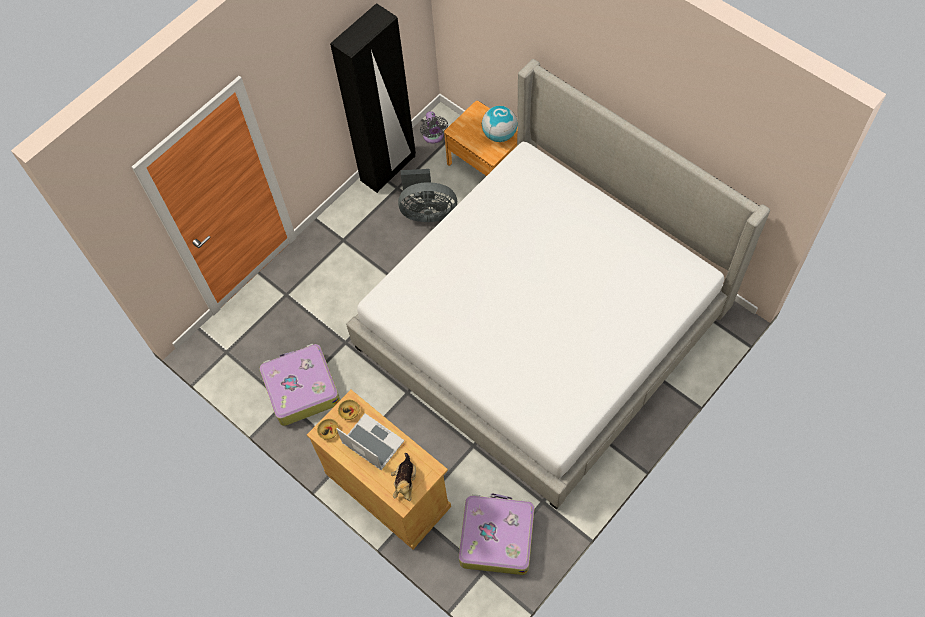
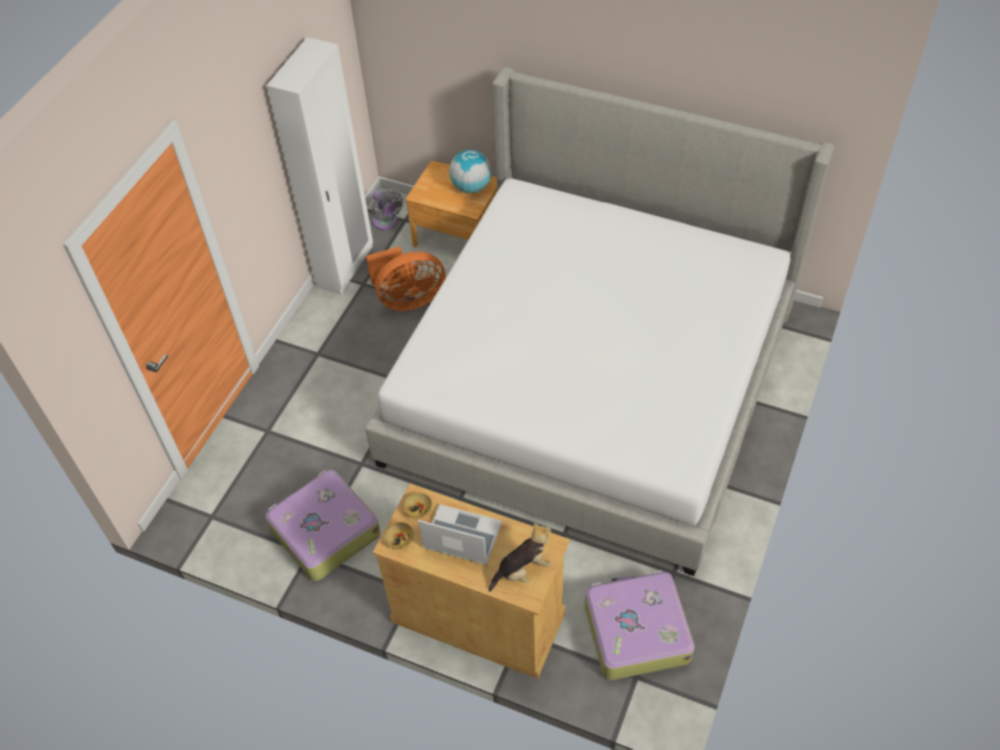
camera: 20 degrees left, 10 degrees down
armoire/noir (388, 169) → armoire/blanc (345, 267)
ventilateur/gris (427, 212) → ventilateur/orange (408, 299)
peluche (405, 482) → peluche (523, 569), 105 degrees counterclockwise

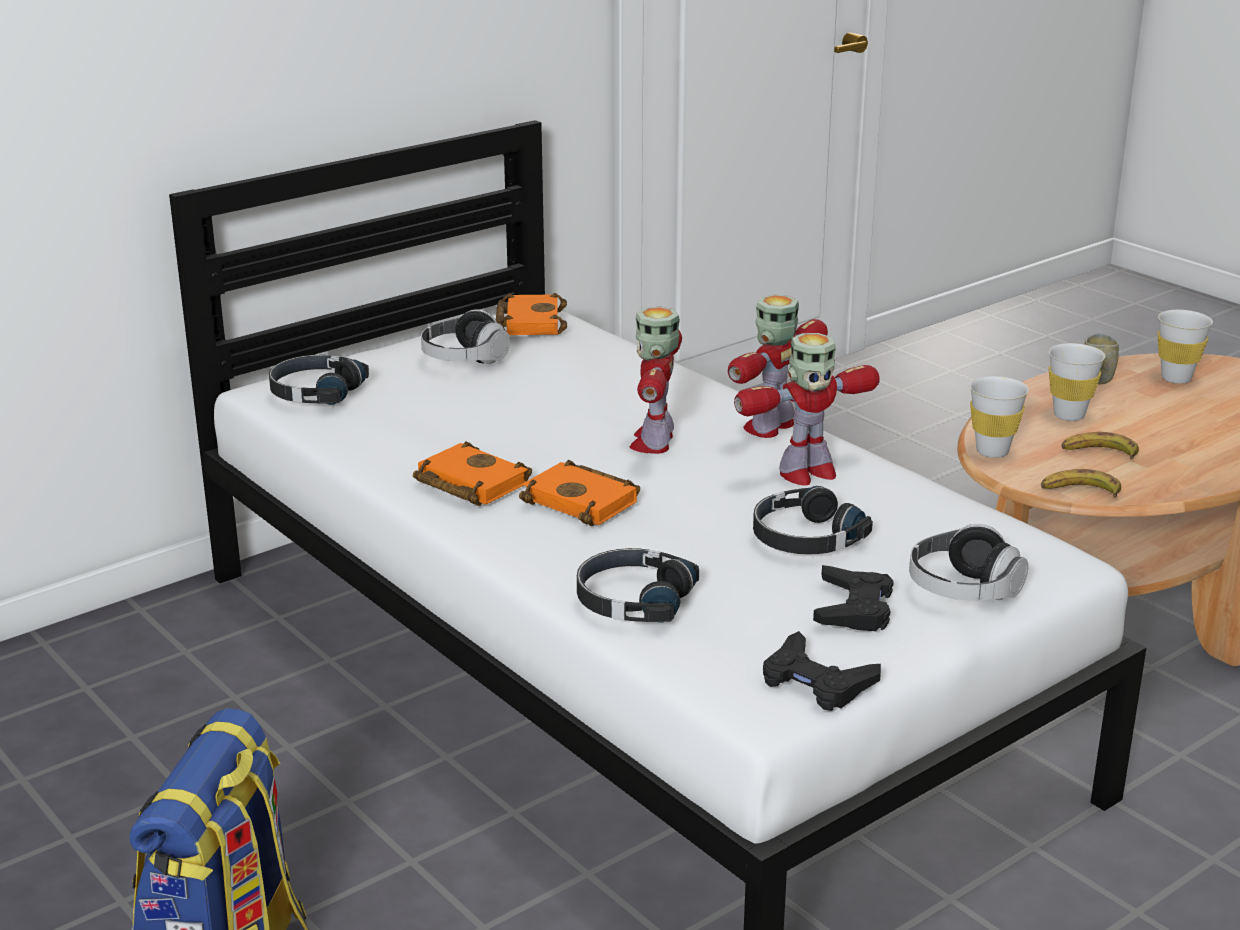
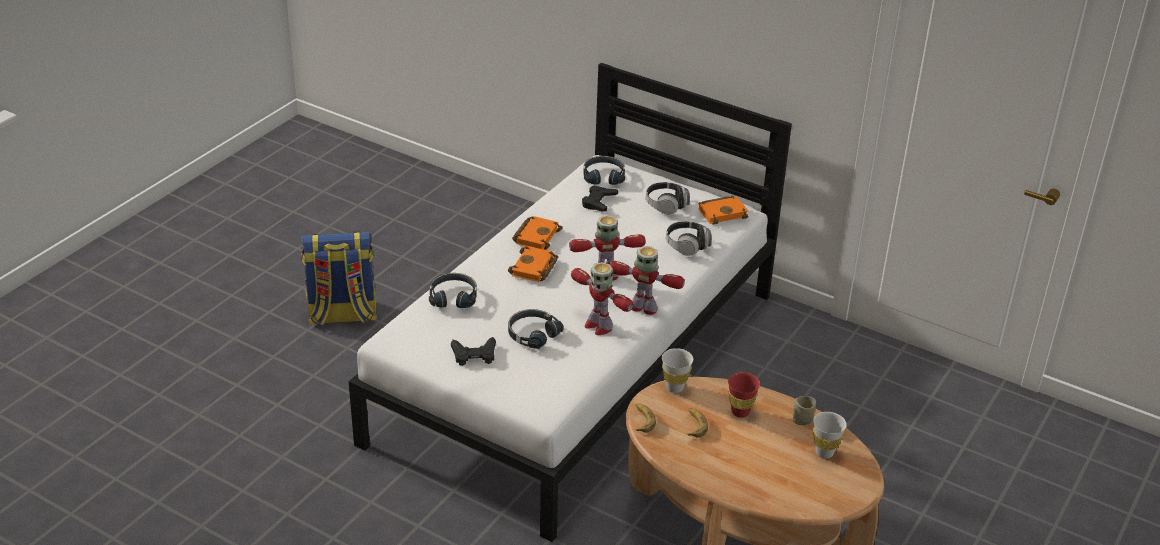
camera: 70 degrees right, 10 degrees up
manette/noir (816, 682) → manette/noir (599, 202), shifted
casque audio (963, 590) → casque audio (687, 246), shifted
tasse/blanc (1069, 415) → tasse/rouge (740, 412)

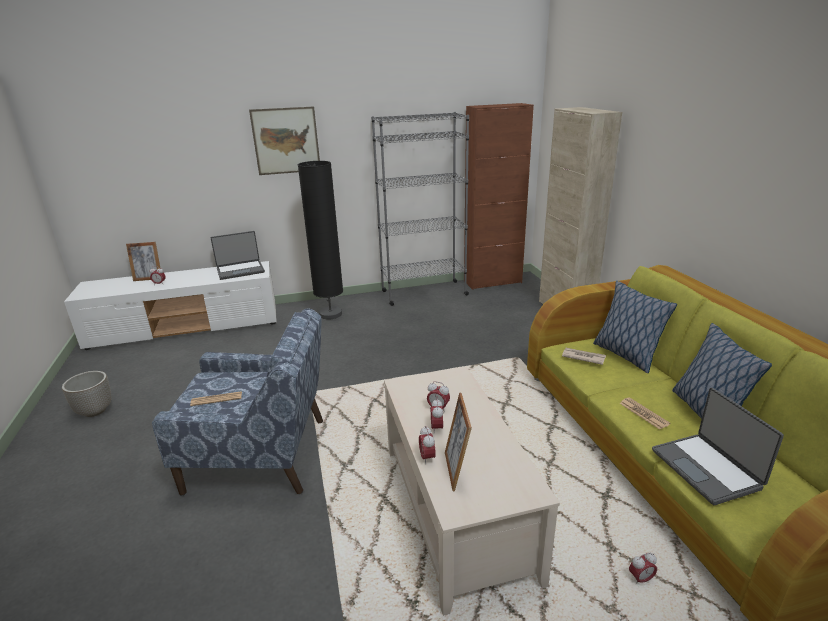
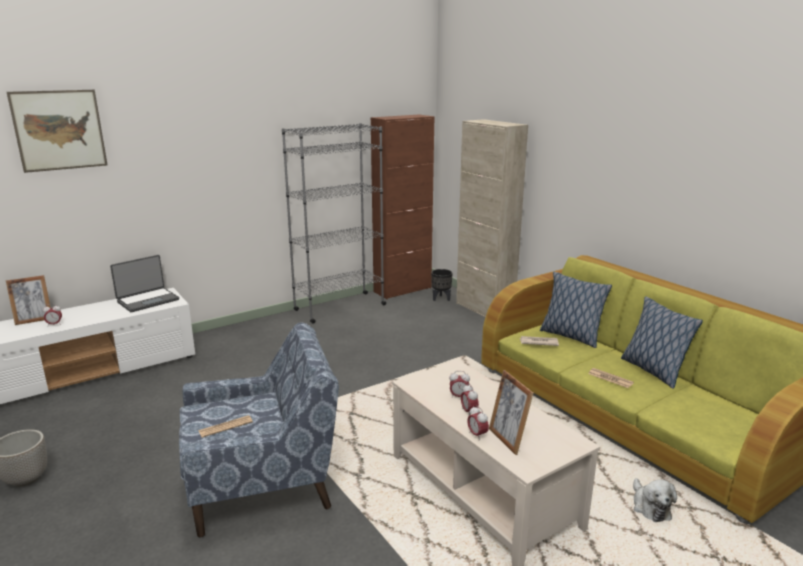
camera: 20 degrees left, 5 degrees down
lampadaire/noir (330, 314) → -
ordinateur portable (707, 468) → -
- → cache-pot/noir (441, 298)
tableau (286, 141) → tableau (59, 130), shifted
réveil (640, 579) → peluche (650, 507)

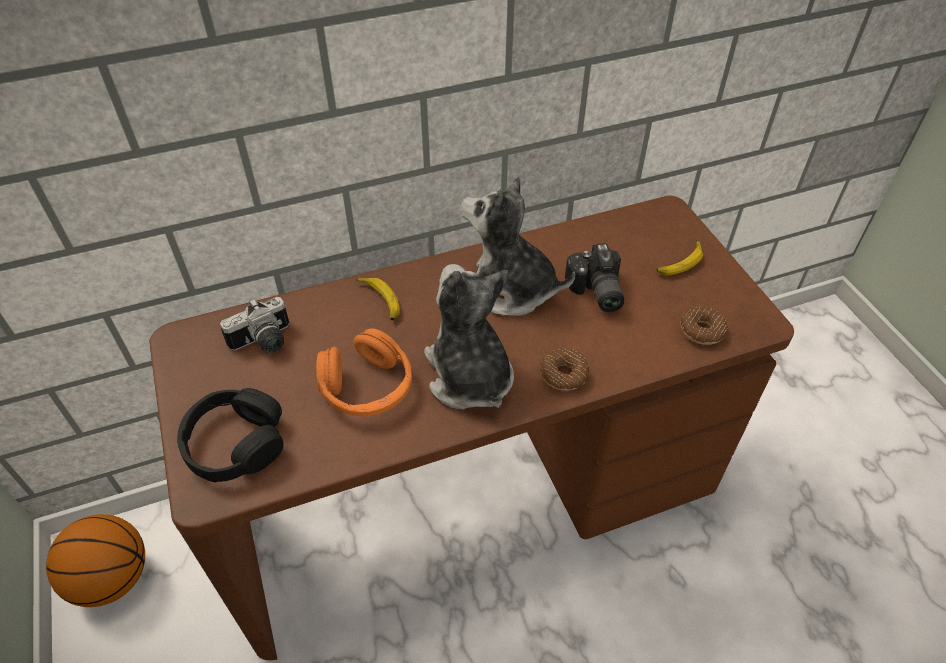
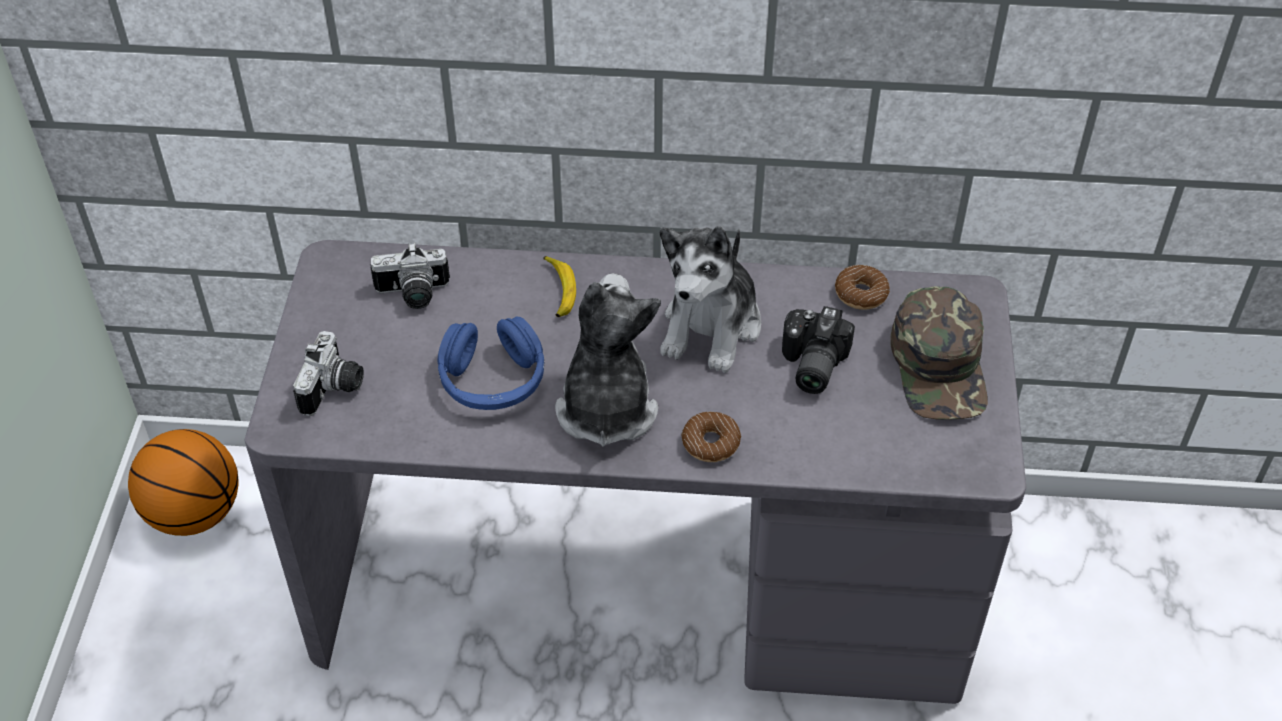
camera: 25 degrees right, 0 degrees up
beignet (701, 330) → beignet (861, 294), shifted
casque audio/noir (235, 443) → appareil photo (335, 389)
banane (680, 263) → casquette/vert (940, 366)
bureau/marron (472, 492) → bureau/gris (641, 580)
casque audio/orange (367, 387) → casque audio/bleu (493, 380)
peluche (509, 289) → peluche (711, 326), 120 degrees counterclockwise

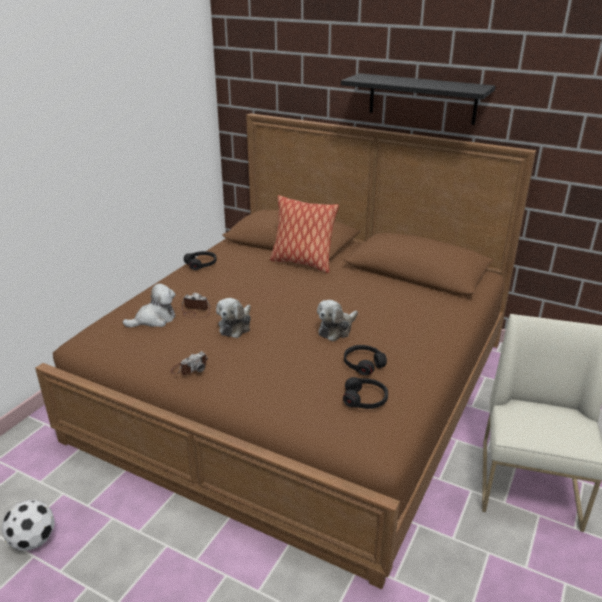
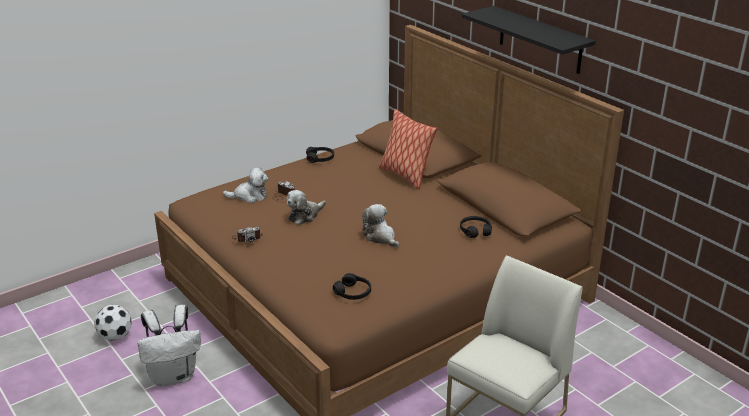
camera: 25 degrees right, 0 degrees up
- → sac à dos/blanc (174, 376)
casque audio/noir (363, 364) → casque audio/noir (475, 231), shifted
peluche (336, 329) → peluche (380, 237), 75 degrees clockwise

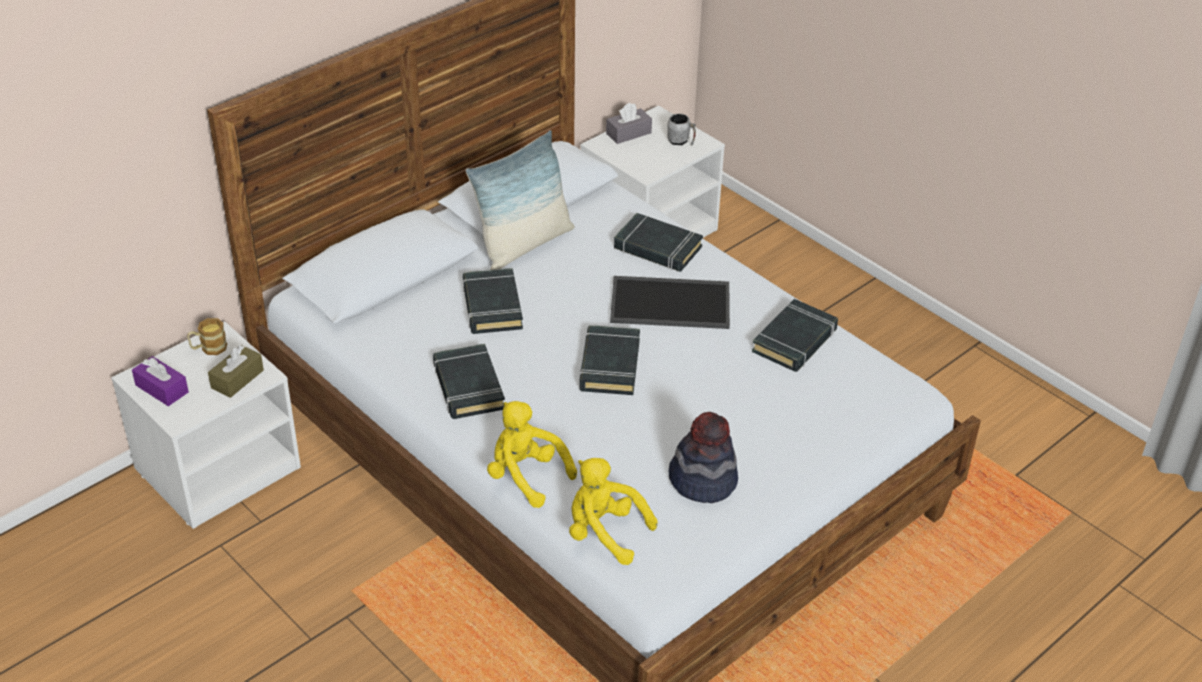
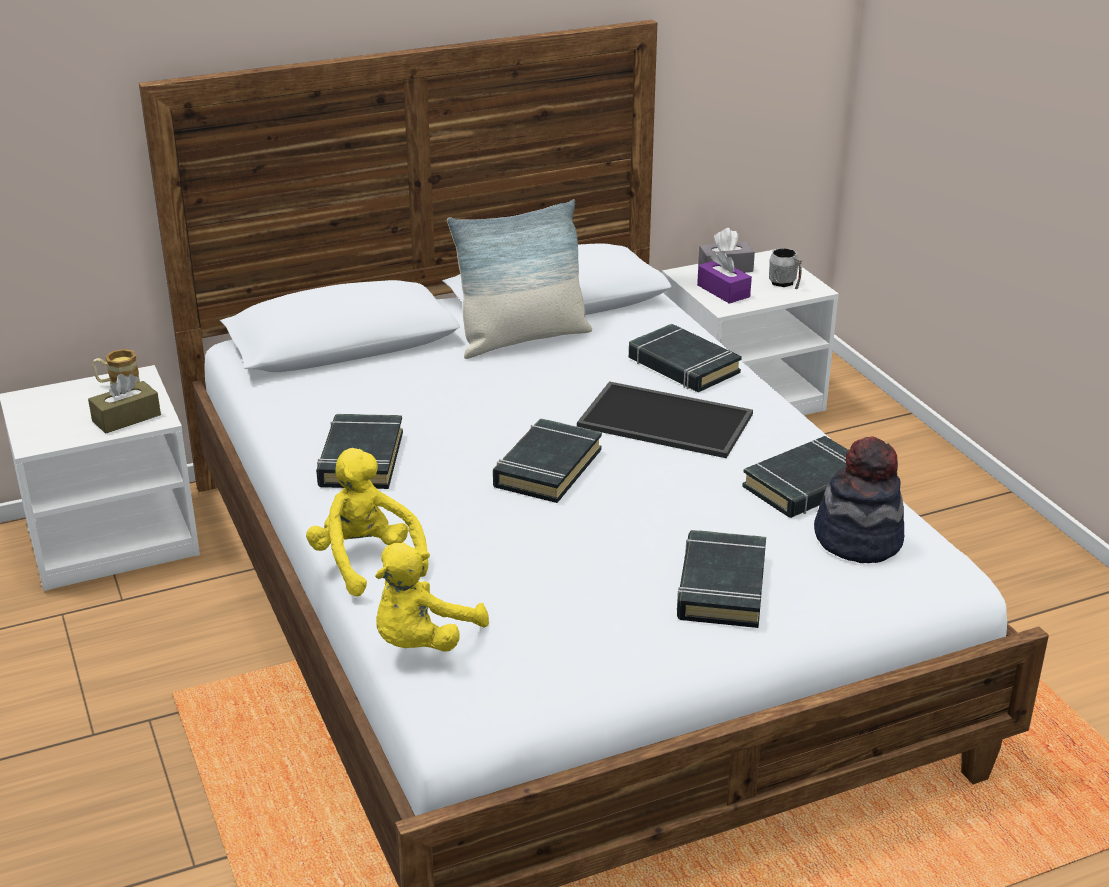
camera: 20 degrees right, 10 degrees down
boîte à mouchoirs/violet (162, 389) → boîte à mouchoirs/violet (723, 291), shifted
livre/noir (492, 306) → livre/noir (721, 587), shifted
chapeau (703, 480) → chapeau (858, 539), shifted
peluche/jaune (604, 533) → peluche/jaune (422, 642), 105 degrees counterclockwise

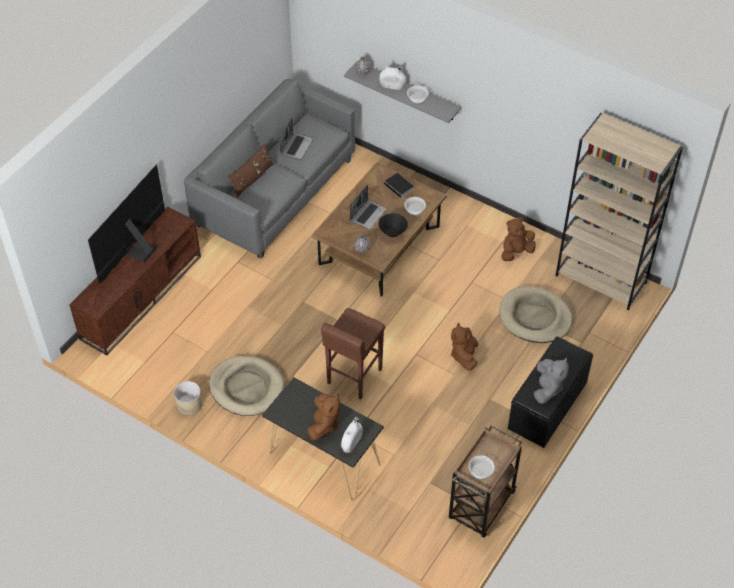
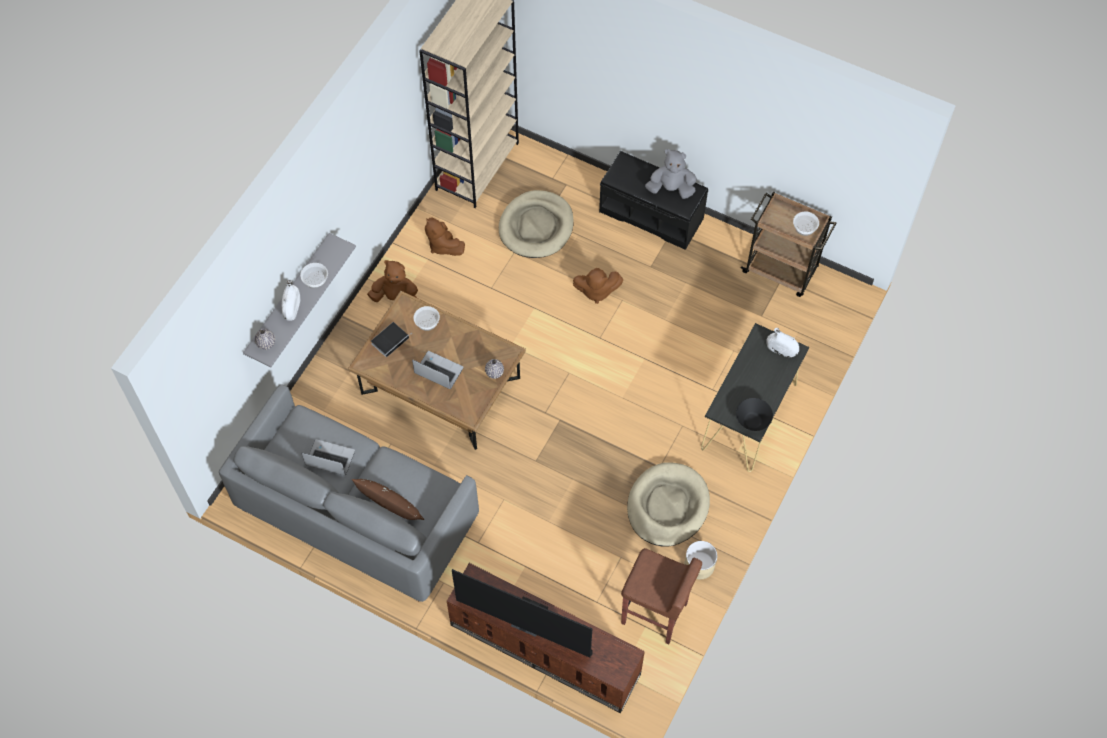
camera: 95 degrees left, 10 degrees up
peluche/marron (324, 424) → peluche/marron (395, 297), shifted
tabouret/marron (353, 376) → tabouret/marron (655, 615), shifted
bol/noir (392, 232) → bol/noir (752, 421), shifted

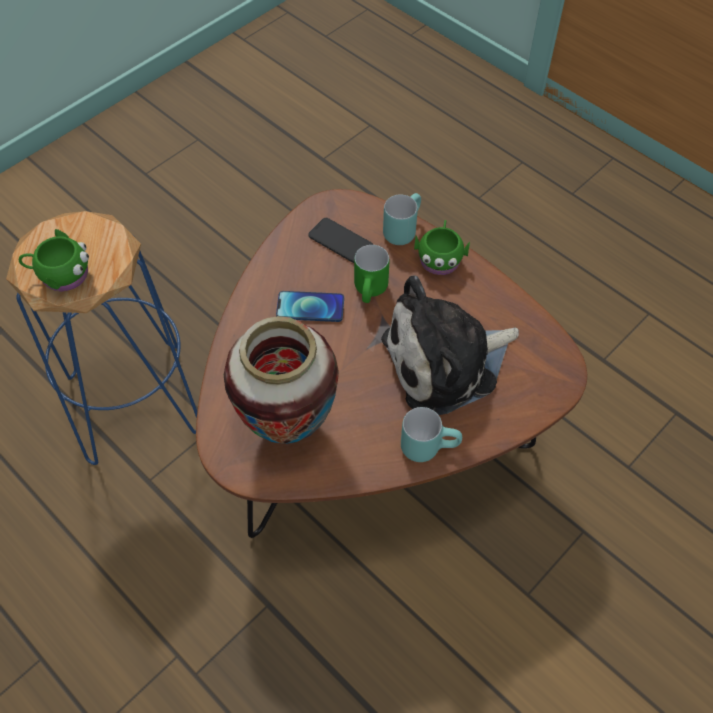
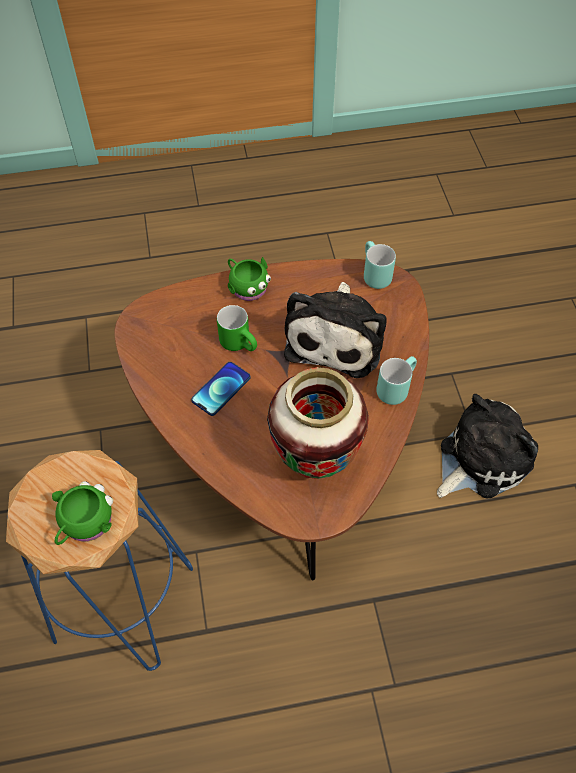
camera: 55 degrees left, 0 degrees up
téléphone (340, 241) → -
- → peluche (480, 459)
mug/turquoise (401, 228) → mug/turquoise (372, 275), shifted

